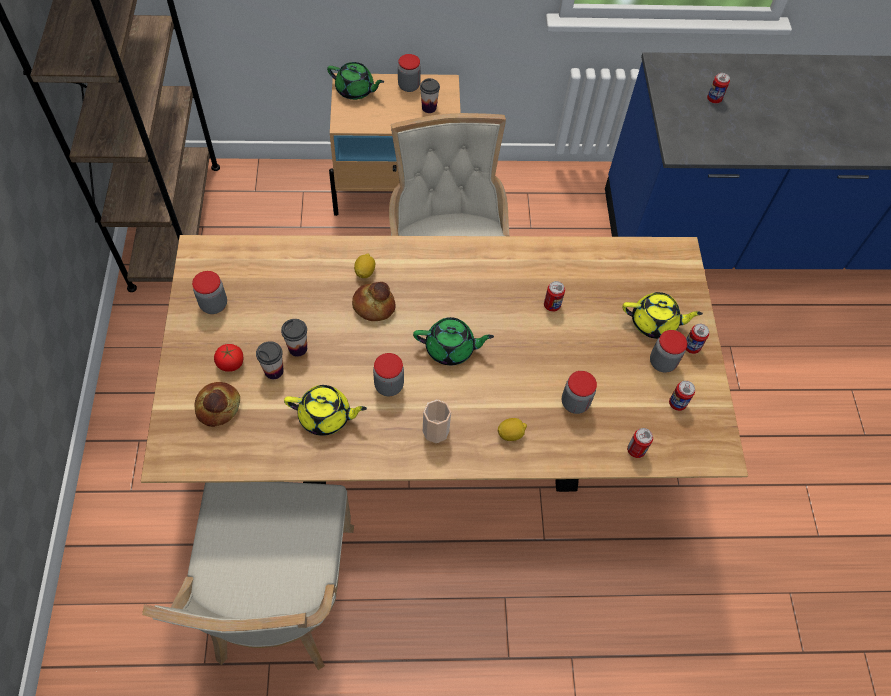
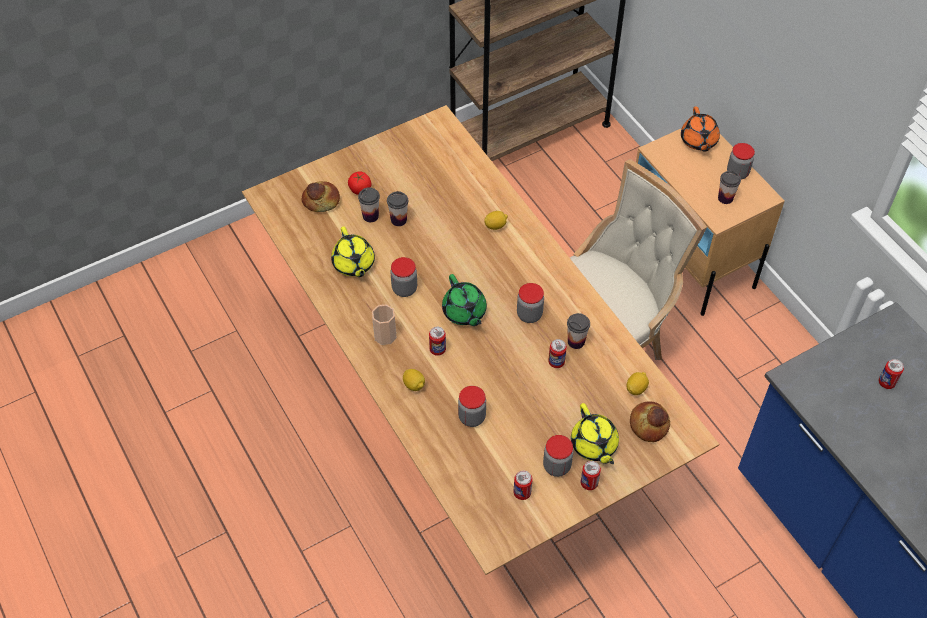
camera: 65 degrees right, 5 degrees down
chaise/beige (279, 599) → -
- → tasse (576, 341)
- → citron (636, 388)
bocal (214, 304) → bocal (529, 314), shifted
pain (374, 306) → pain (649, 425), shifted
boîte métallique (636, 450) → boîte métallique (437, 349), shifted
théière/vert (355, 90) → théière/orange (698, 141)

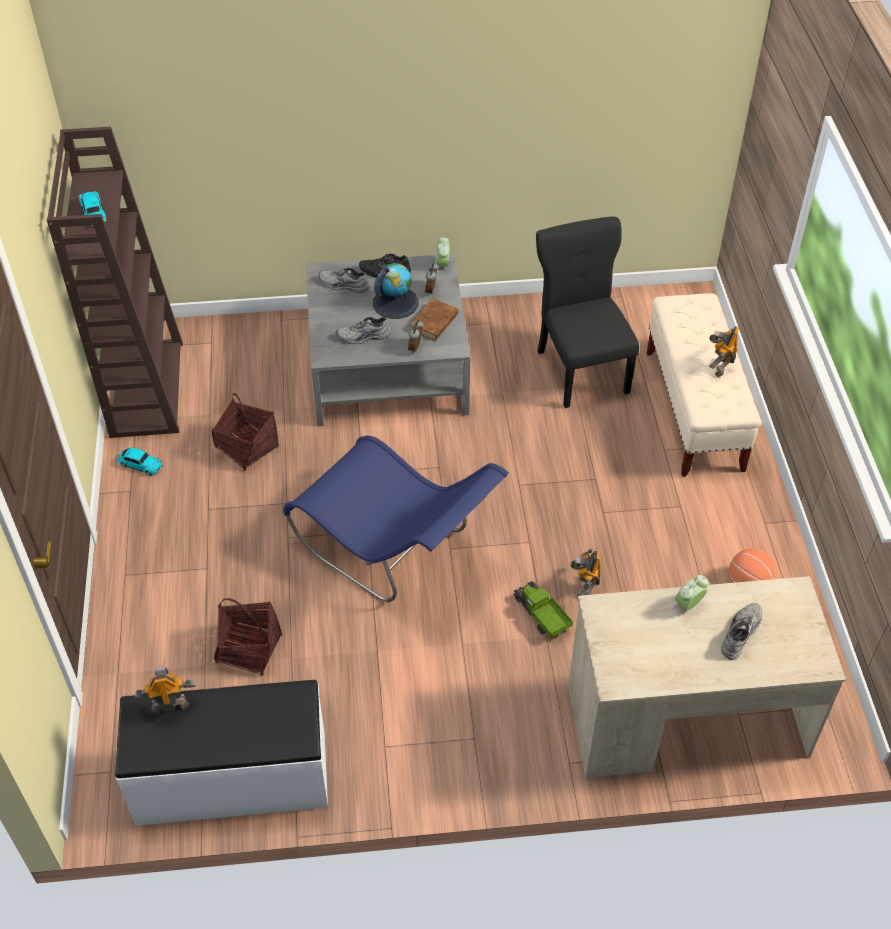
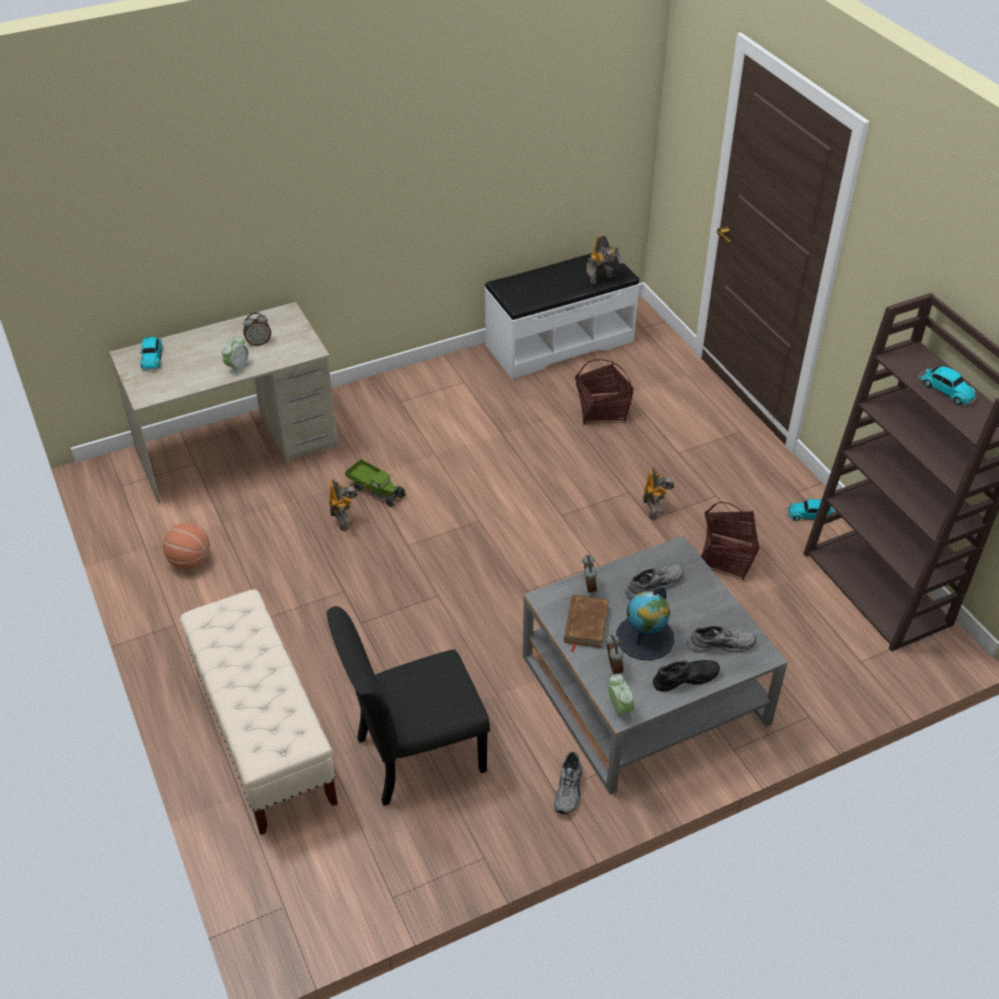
camera: 160 degrees right, 5 degrees down
chaise/bleu (394, 550) → -
- → petite voiture (152, 356)
- → réveil (258, 342)
robot jouet (720, 367) → robot jouet (654, 509), shifted
chaussure/gris (739, 633) → chaussure/gris (570, 790), shifted
chaise/noir (581, 369) → chaise/noir (415, 755), 105 degrees clockwise

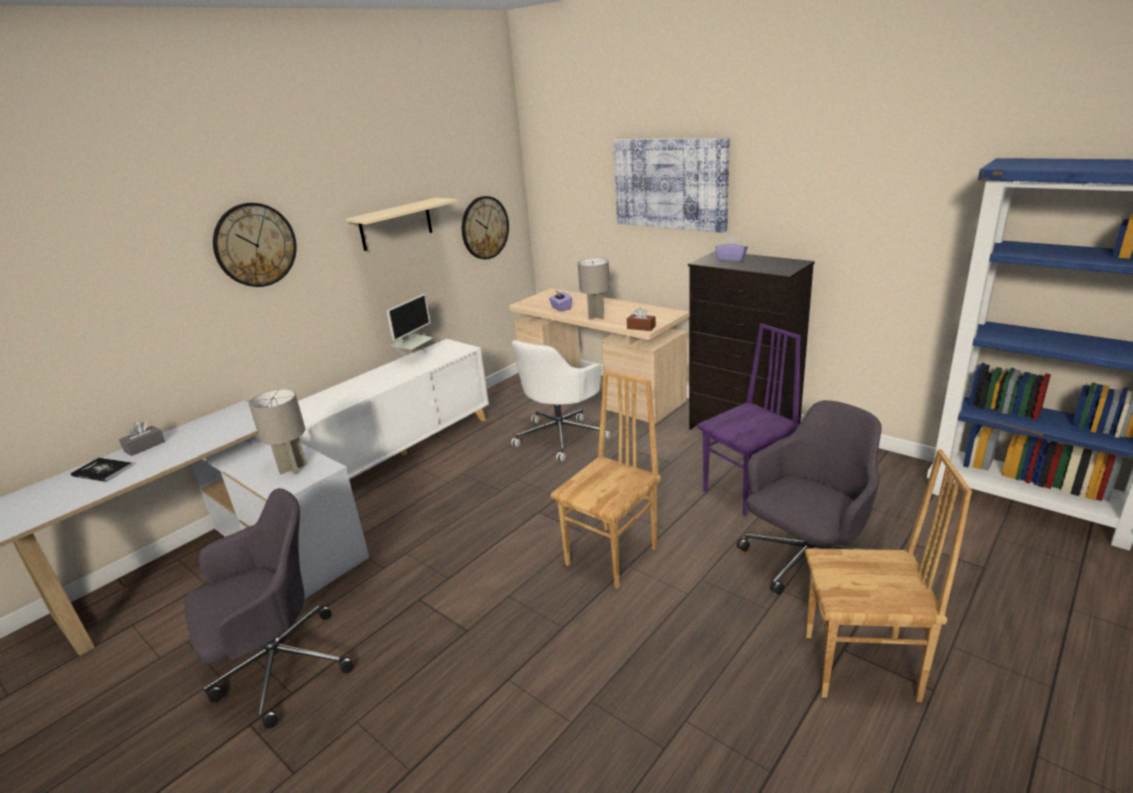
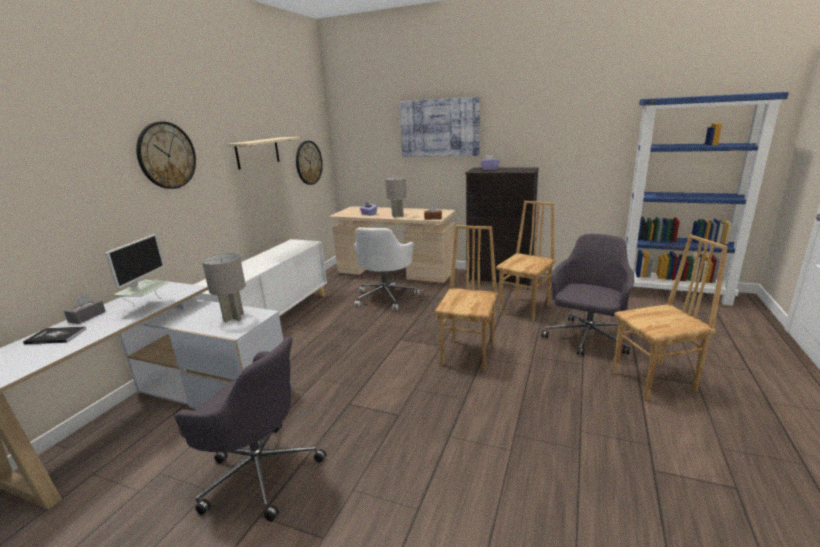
camera: 20 degrees left, 5 degrees down
écran d'ordinateur (415, 359) → écran d'ordinateur (147, 307), shifted
chaise/violet (747, 492) → chaise/marron (525, 309)
chaise de bureau/gris (278, 667) → chaise de bureau/gris (259, 471), 75 degrees clockwise

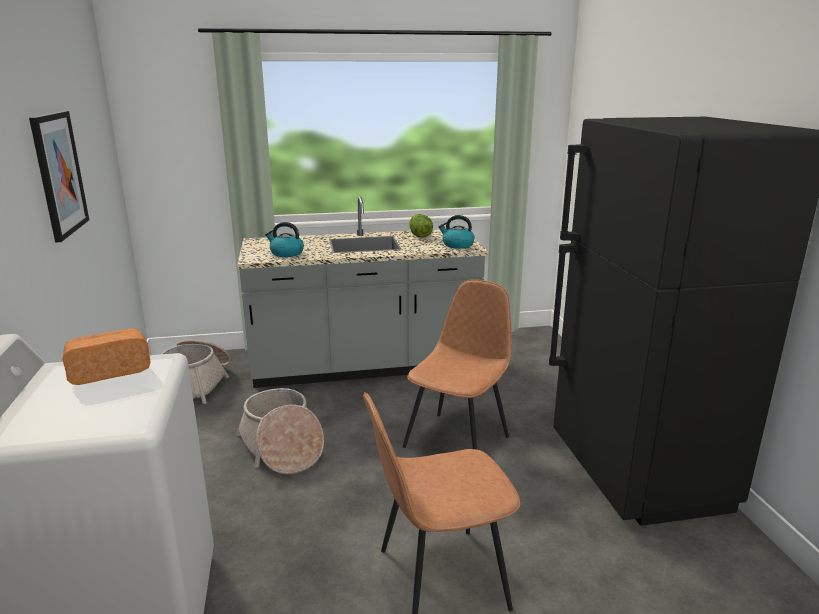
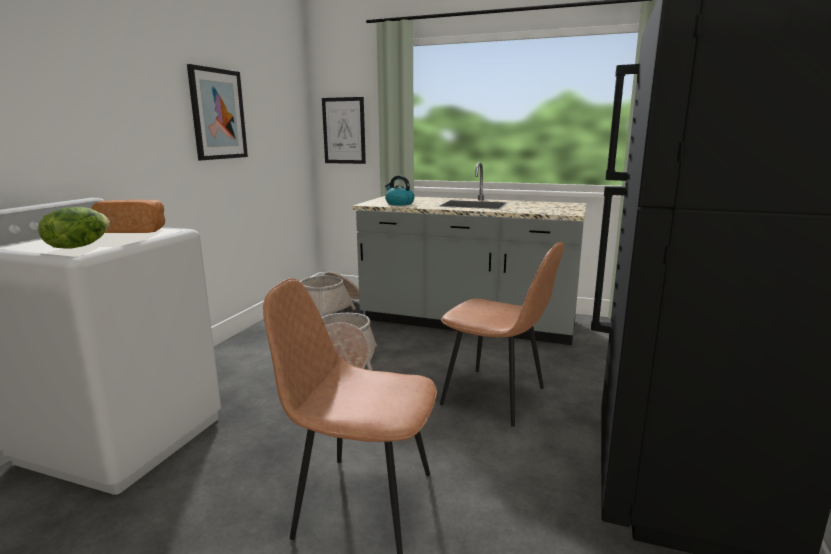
camera: 30 degrees right, 5 degrees down
bouilloire (457, 245) → -
- → tableau (344, 131)
laitue (419, 236) → laitue (78, 246), shifted
chaise/marron (458, 440) → chaise/marron (496, 397), 60 degrees clockwise

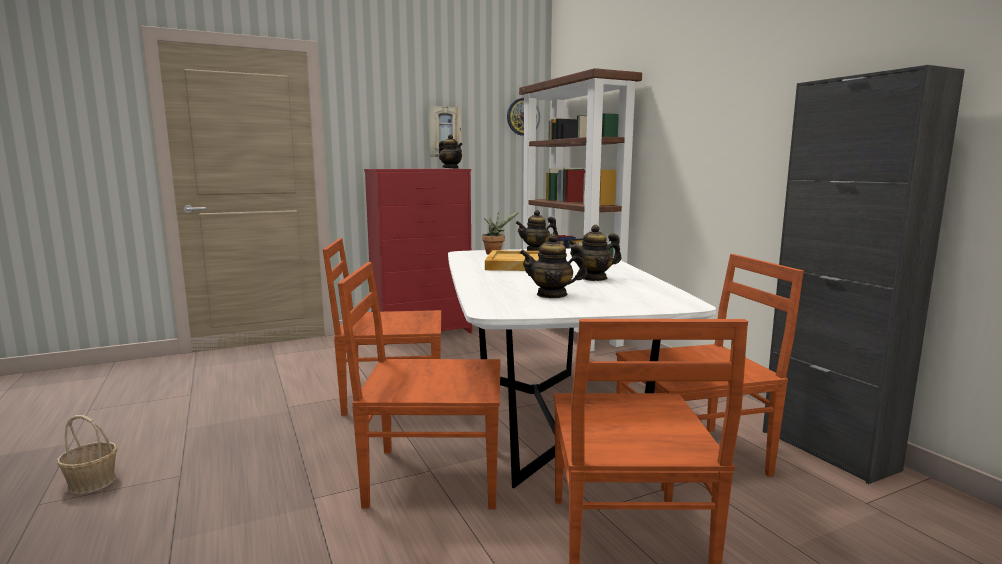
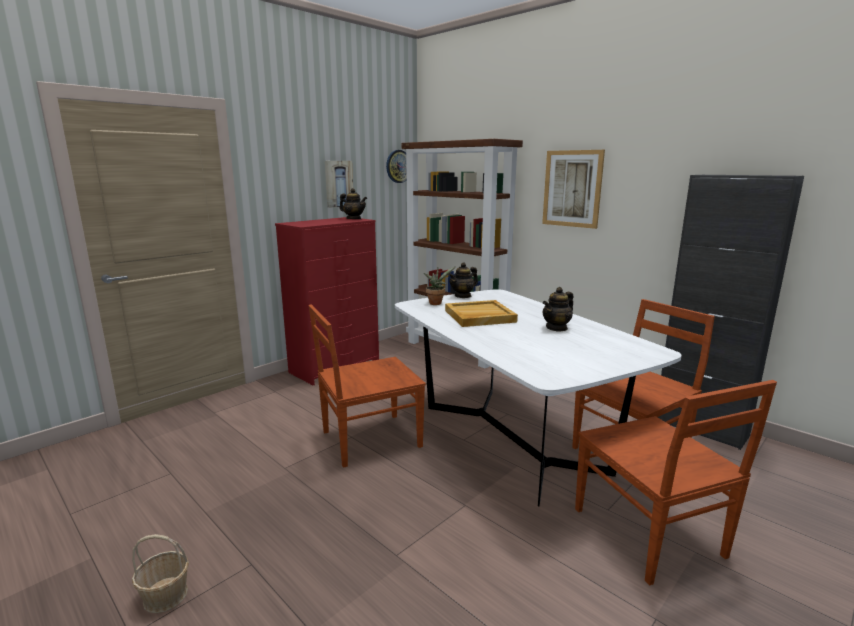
camera: 20 degrees left, 5 degrees up
chaise/marron (430, 477) → -
théière (552, 295) → -
- → tableau (572, 188)

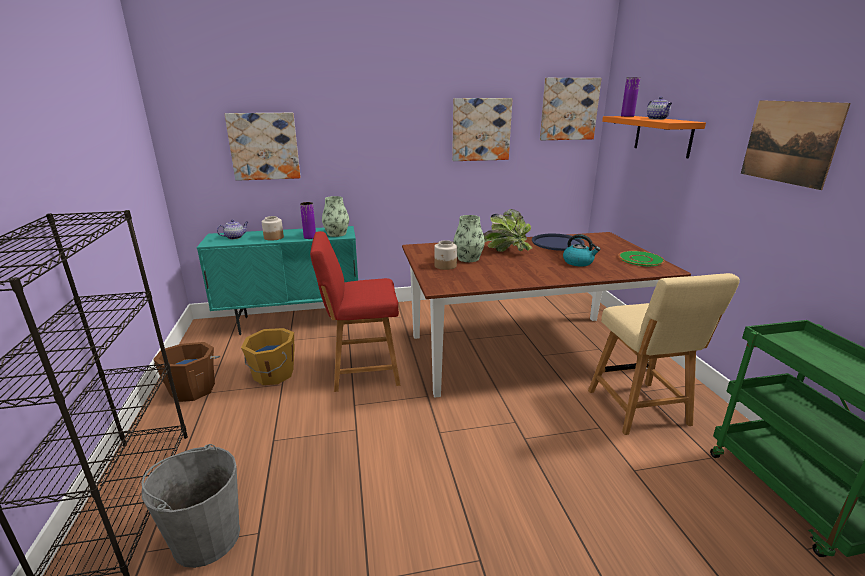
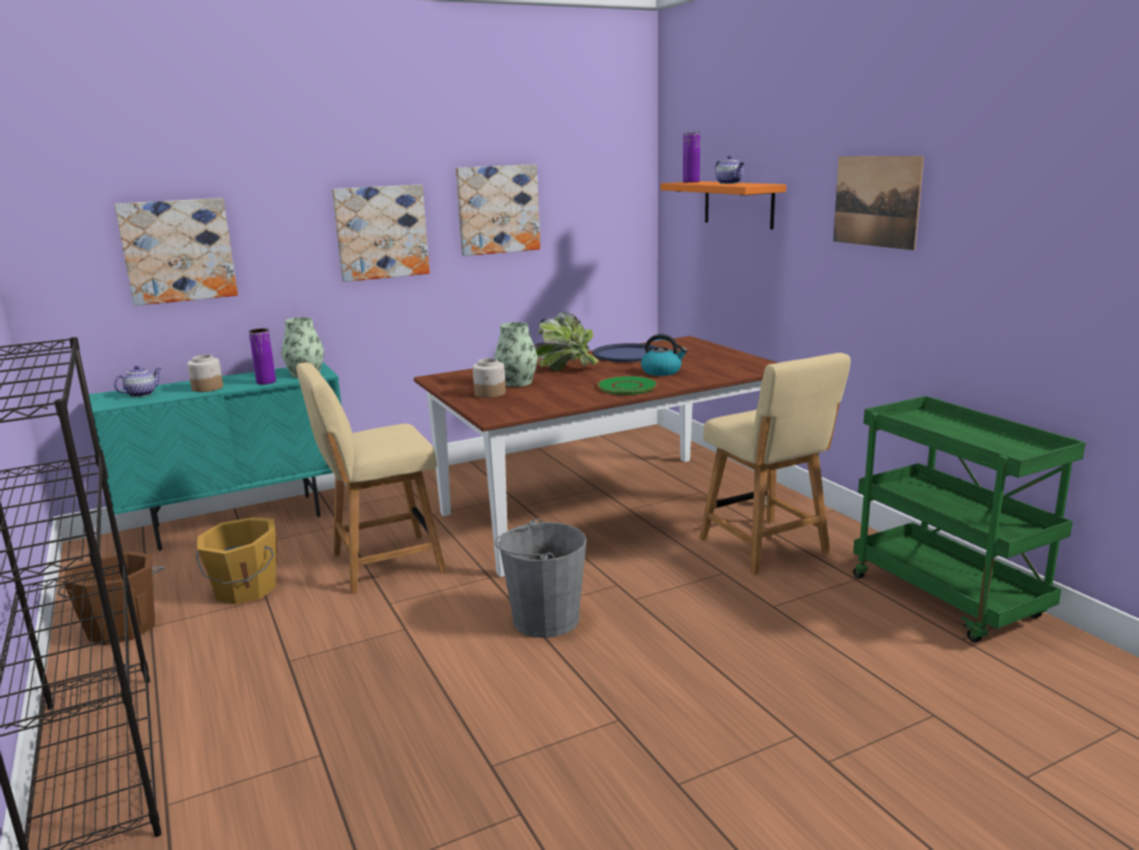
camera: 15 degrees left, 5 degrees down
seau/gris (206, 538) → seau/gris (545, 619), shifted
tableau (569, 109) → tableau (381, 232), shifted
assiette/vert (641, 259) → assiette/vert (627, 386), shifted
chaise/rouge (361, 371) → chaise/beige (381, 564)

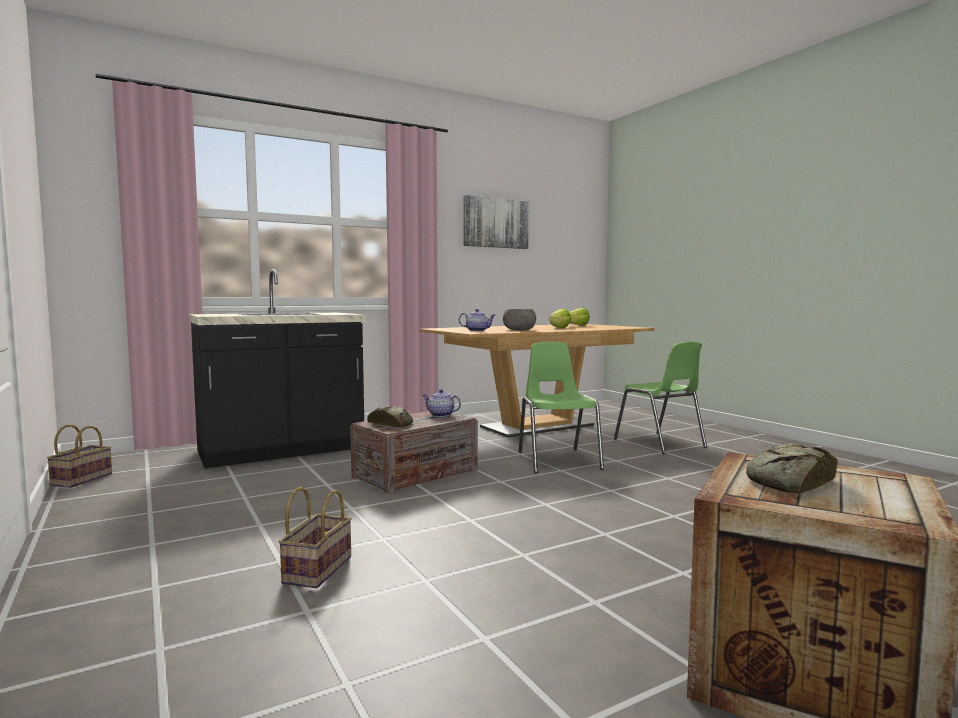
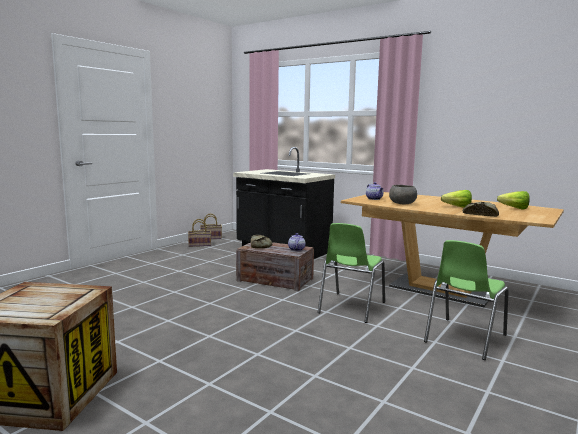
camera: 65 degrees right, 5 degrees up
tableau (495, 223) → -
panier (317, 569) → panier (200, 244), shifted
pain (789, 482) → pain (480, 214), shifted
chaise/vert (558, 460) → chaise/vert (350, 308), 150 degrees clockwise

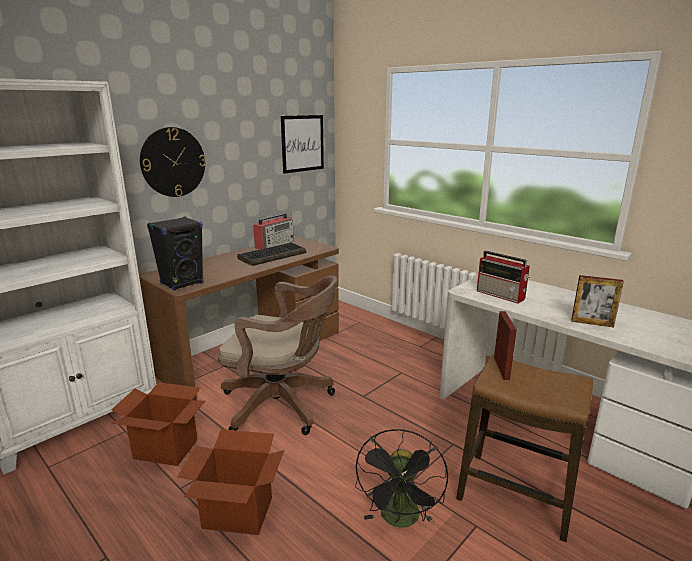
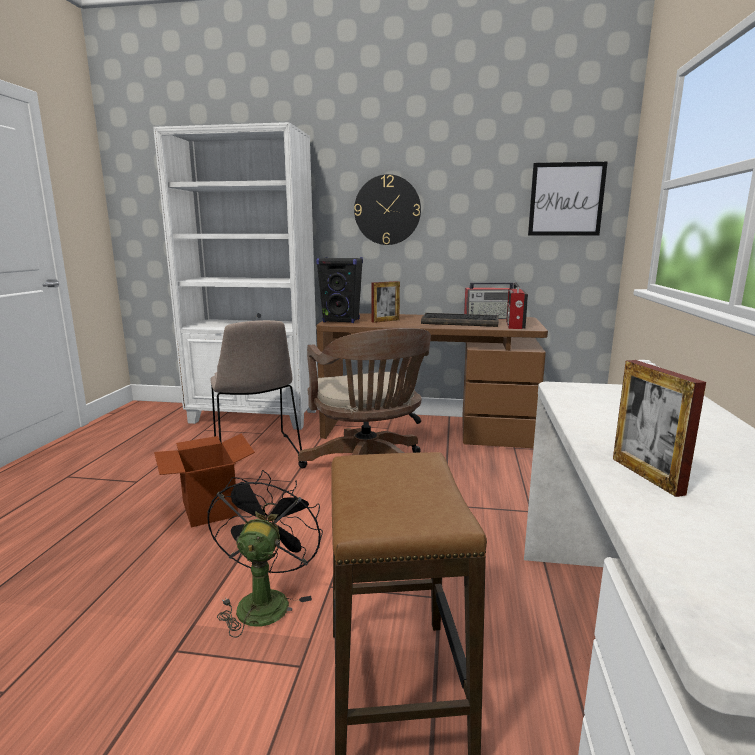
camera: 55 degrees right, 5 degrees down
radio (501, 295) → radio (514, 325), shifted
cadre photo (501, 368) → cadre photo (385, 321), shifted
carton (166, 449) → chaise/beige (256, 453)
ventilateur/noir (400, 520) → ventilateur/noir (264, 600), 120 degrees clockwise

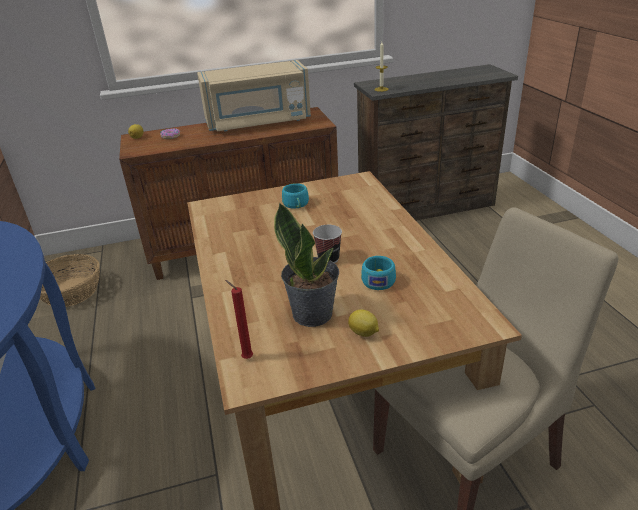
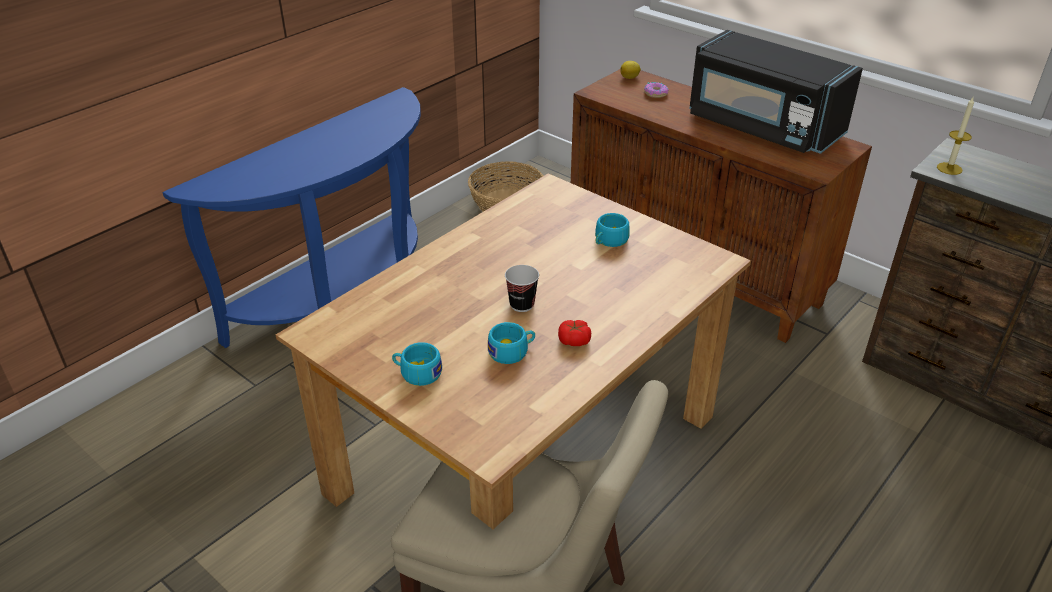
camera: 55 degrees right, 5 degrees up
bougie/rouge (246, 357) → -
plante en pot (313, 313) → -
- → tomate (574, 340)
citron (364, 333) → tasse/turquoise (417, 373)
micro-ondes/beige (258, 122) → micro-ondes/noir (762, 127)

